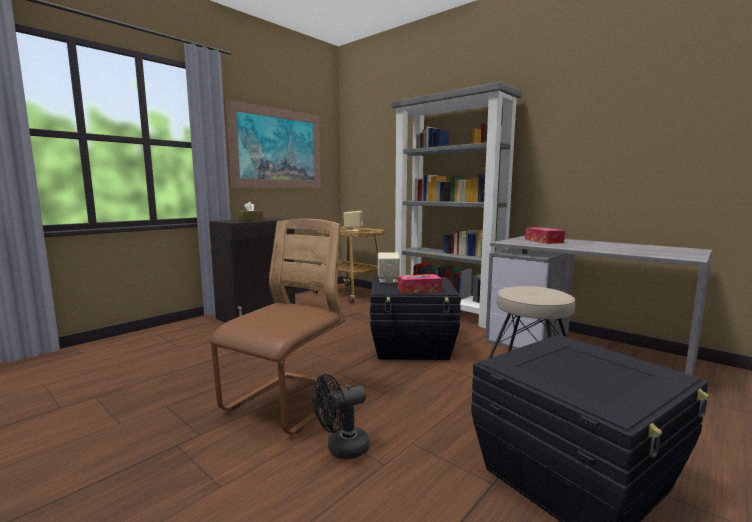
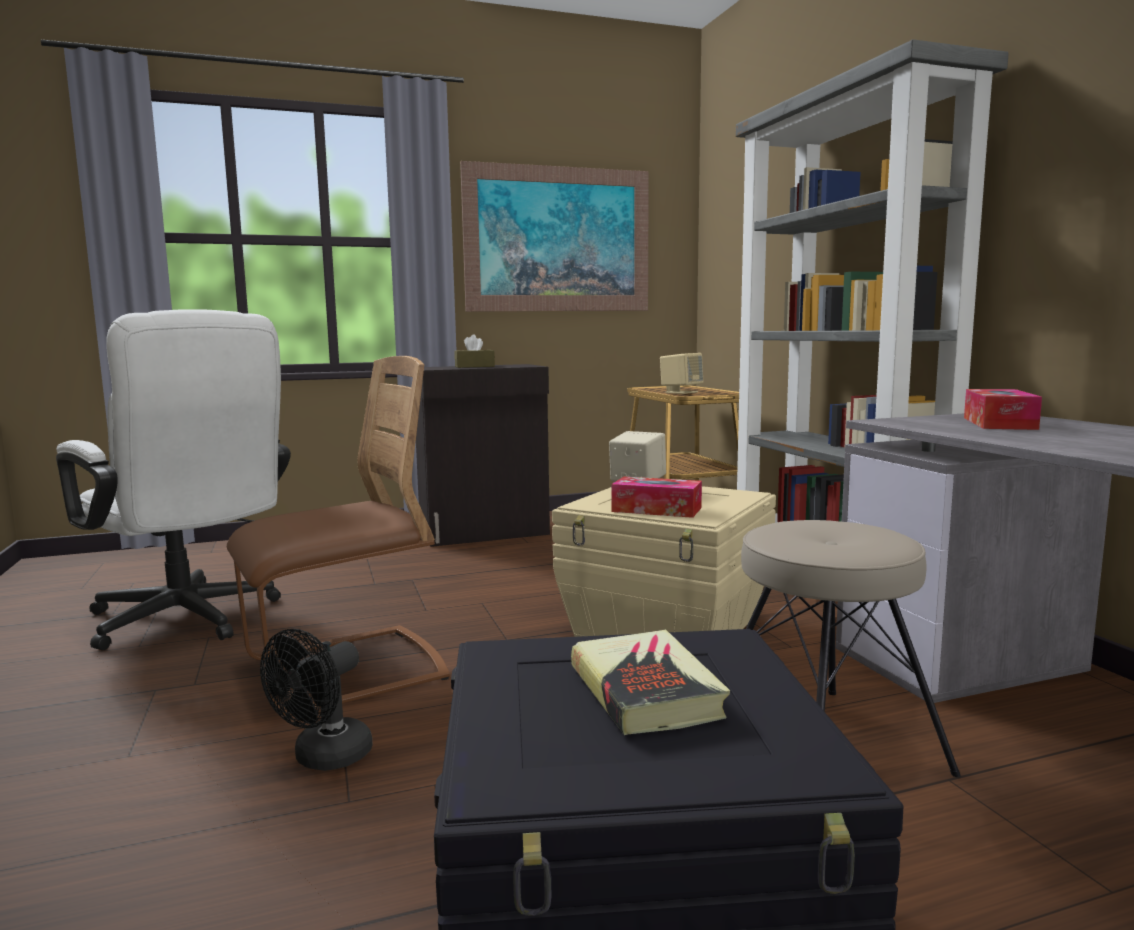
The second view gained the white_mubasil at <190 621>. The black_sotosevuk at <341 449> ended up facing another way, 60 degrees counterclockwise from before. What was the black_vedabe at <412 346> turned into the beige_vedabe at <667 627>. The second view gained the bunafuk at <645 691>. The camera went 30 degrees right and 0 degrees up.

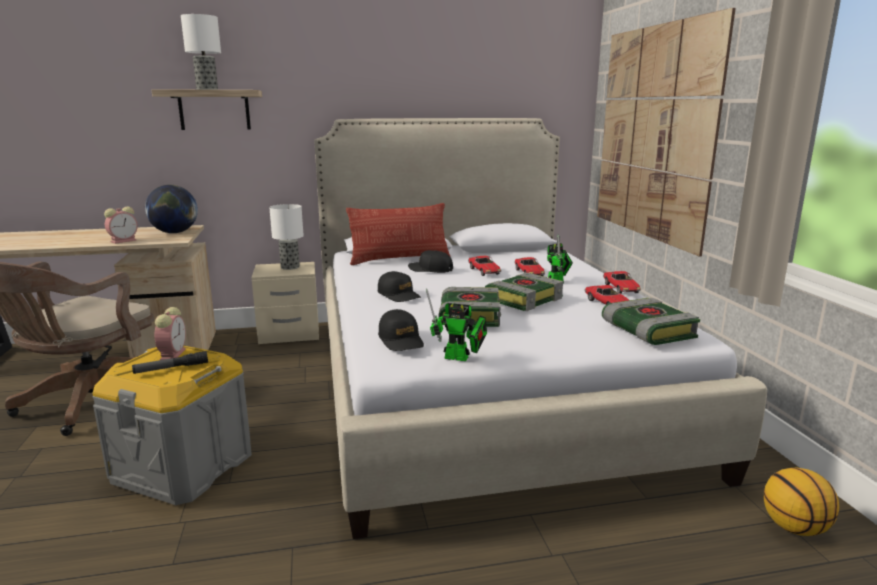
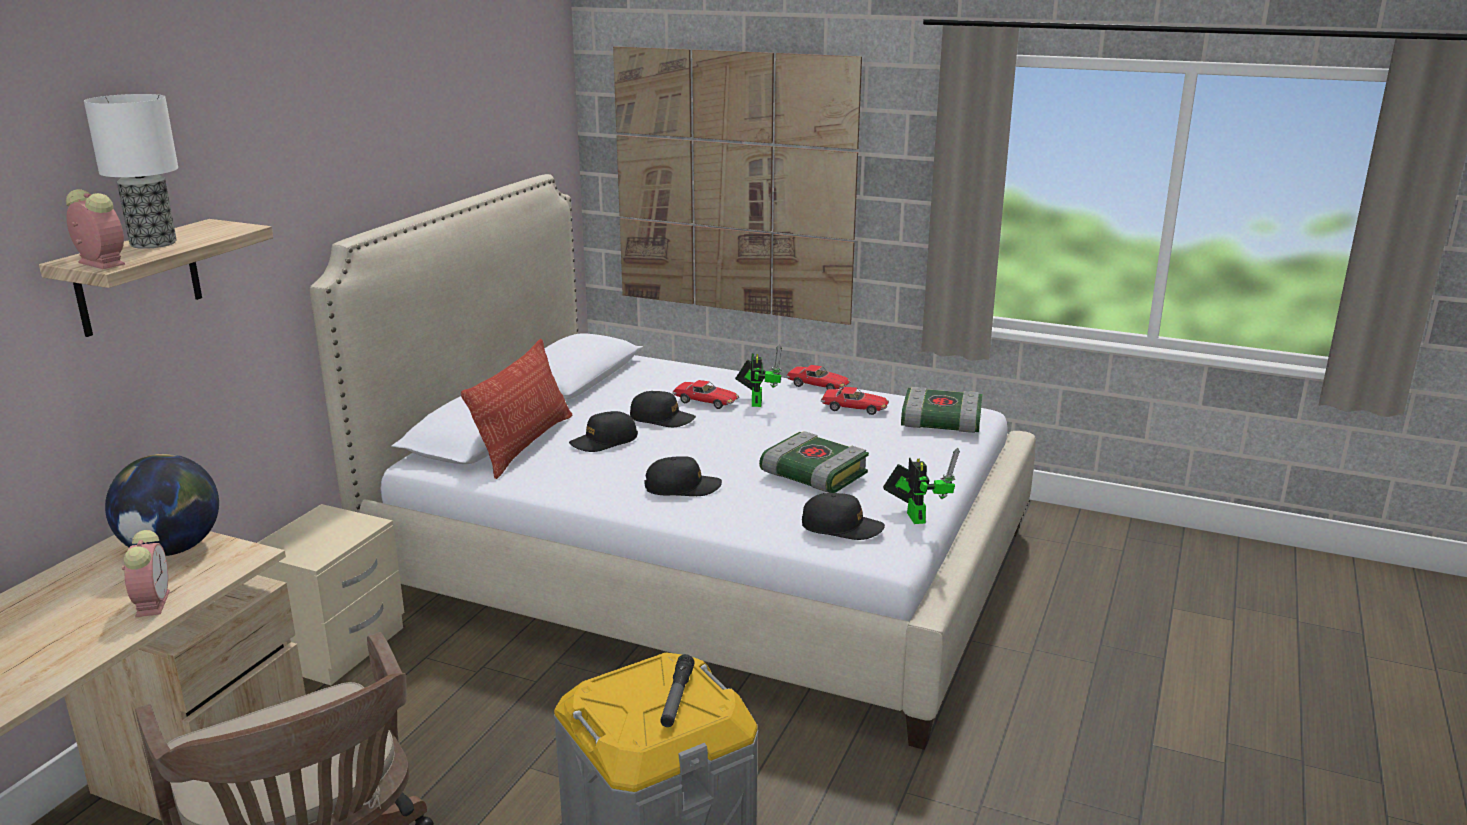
The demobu ended up elsewhere, having gone from <173 354> to <100 263>. Where the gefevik stood at <484 271>, the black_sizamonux came to stand at <662 419>. The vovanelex at <460 358> ended up facing another way, 60 degrees counterclockwise from before. The second view lost the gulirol at <289 267>. The second view lost the bunafuk at <523 299>. The second view lost the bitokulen at <794 528>. The camera went 55 degrees left and 5 degrees up.

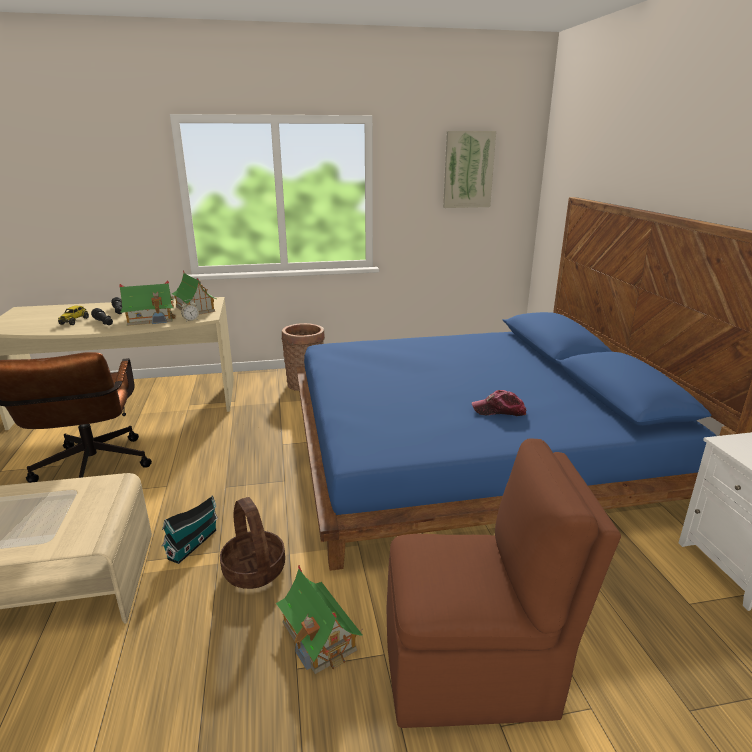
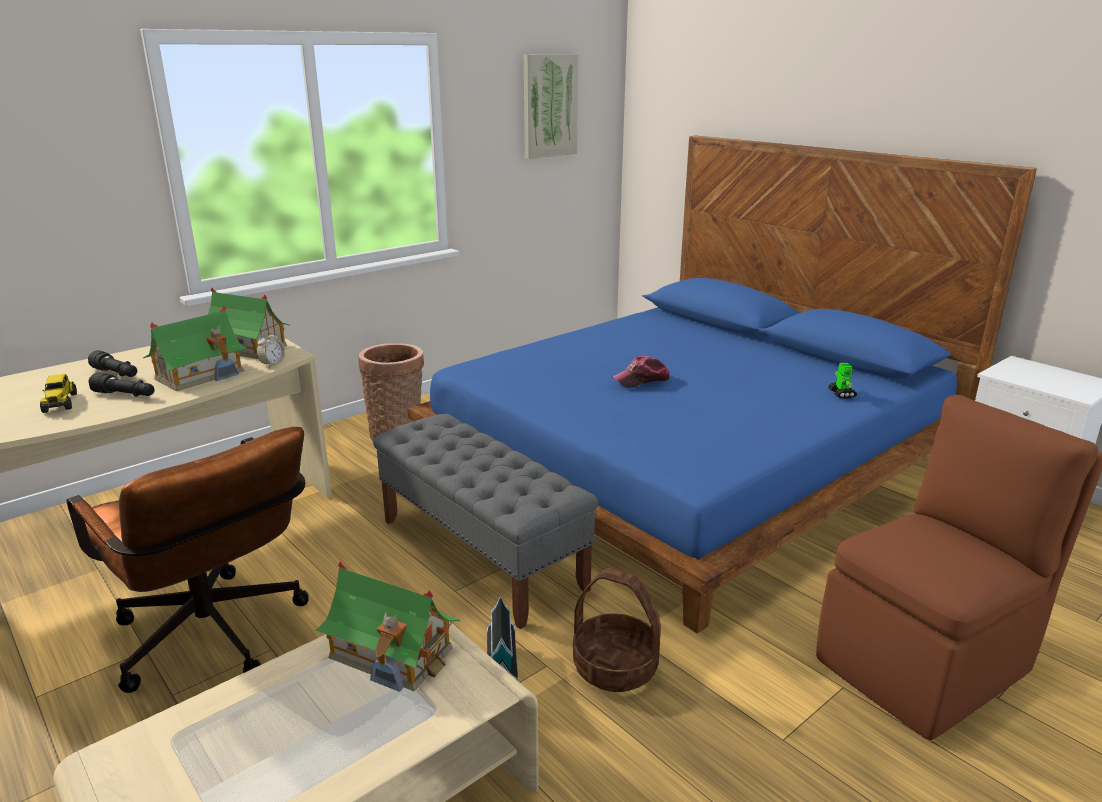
The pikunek ended up elsewhere, having gone from <319 636> to <392 653>. The second view gained the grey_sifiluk at <481 554>. The sizamonux ended up elsewhere, having gone from <499 410> to <641 380>. The second view gained the vovanelex at <841 394>. The camera went 30 degrees left and 0 degrees up.

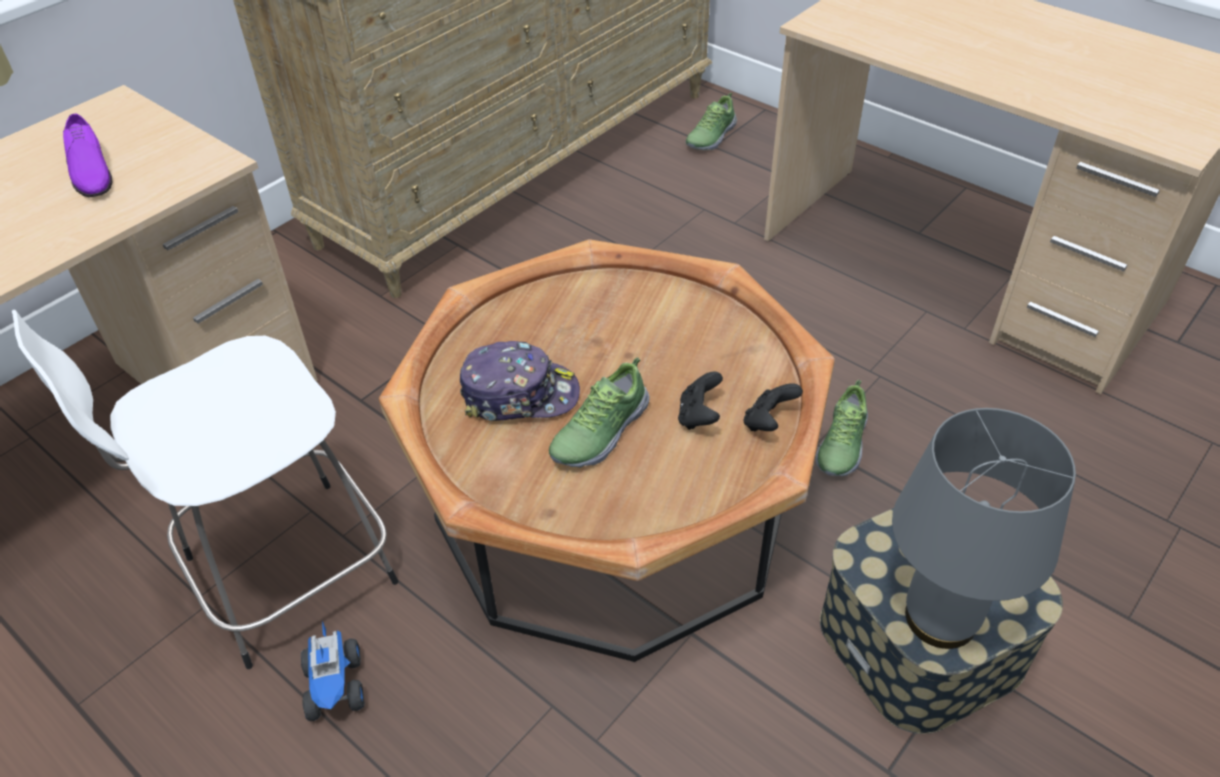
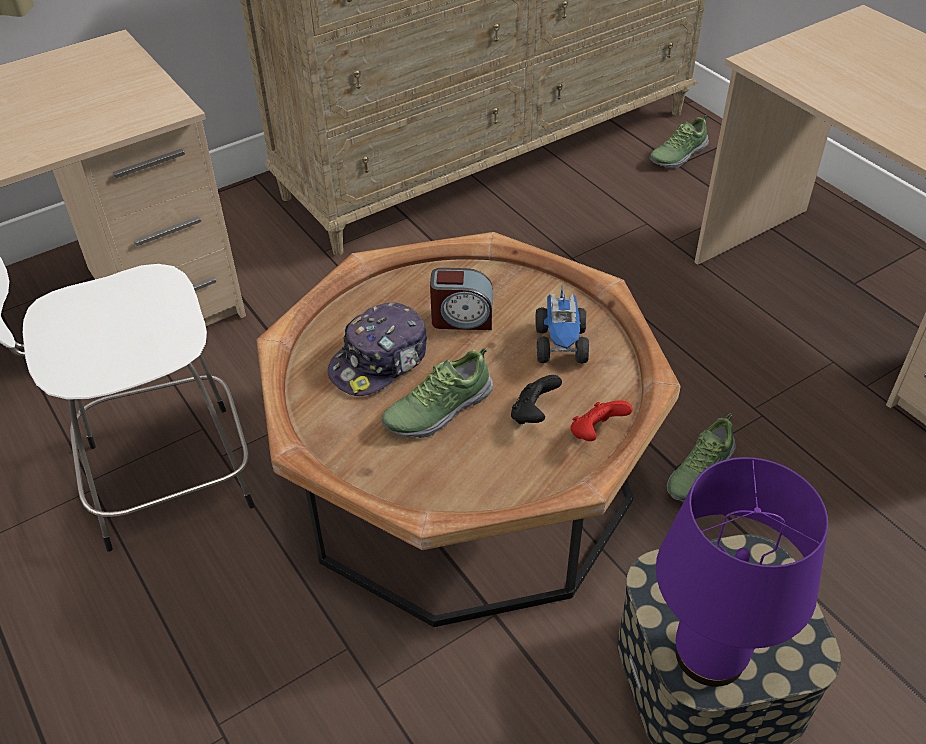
The sizamonux at <519 395> ended up facing another way, 120 degrees clockwise from before. The second view gained the demobu at <462 318>. The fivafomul ended up elsewhere, having gone from <336 687> to <561 345>. What was the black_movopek at <768 422> turned into the red_movopek at <596 433>. What was the grey_gulirol at <942 618> turned into the purple_gulirol at <711 655>. The second view lost the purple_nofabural at <90 171>. The camera went 15 degrees right and 0 degrees up.

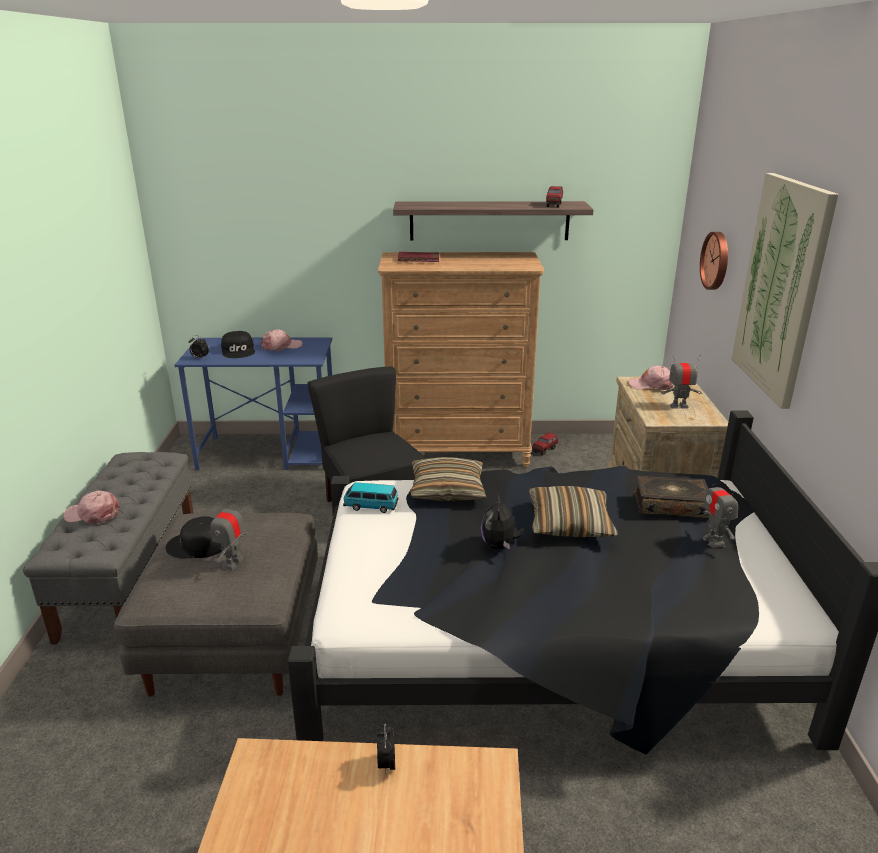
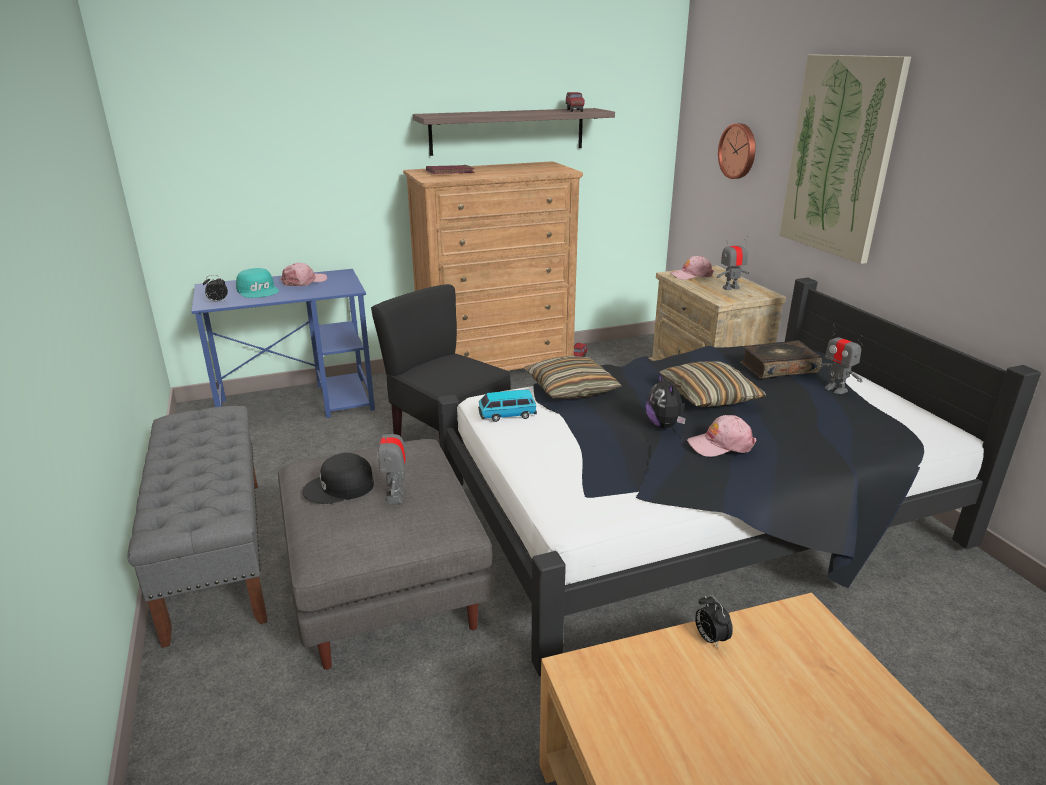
What was the black_sizamonux at <239 351> turned into the turquoise_sizamonux at <258 290>. The pink_sizamonux ended up elsewhere, having gone from <93 514> to <720 445>. The camera went 20 degrees left and 0 degrees up.

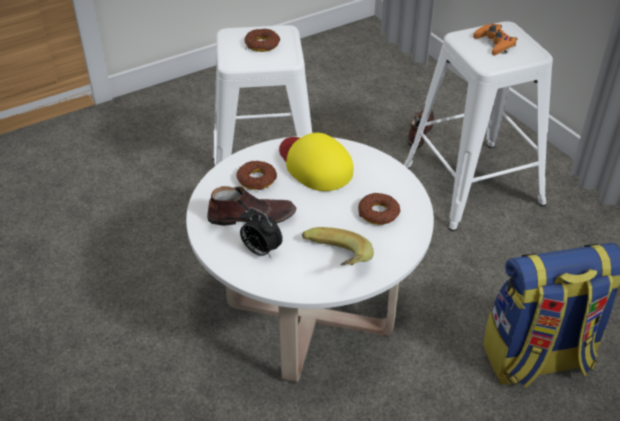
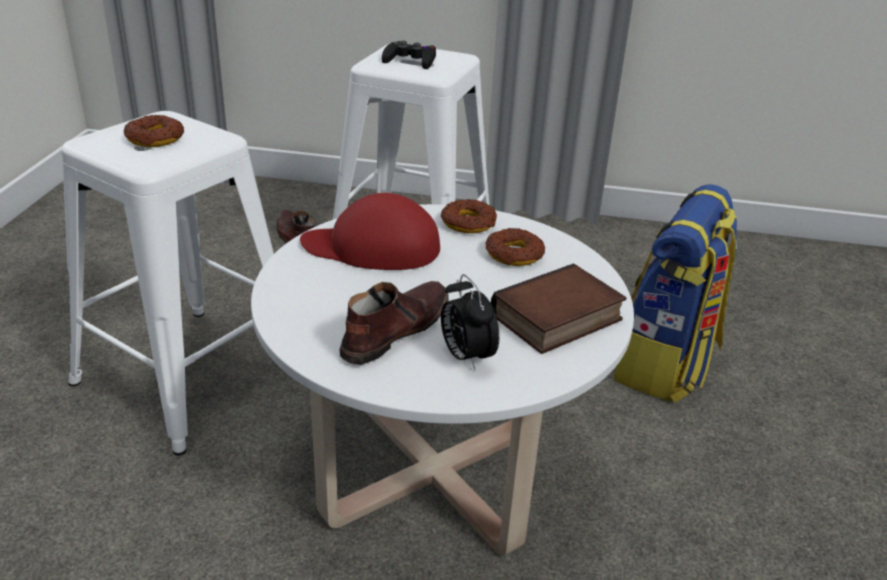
What was the yellow_sizamonux at <314 165> turned into the red_sizamonux at <373 247>. What was the orange_movopek at <494 43> turned into the black_movopek at <410 61>. The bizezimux ended up elsewhere, having gone from <257 179> to <468 223>. The demobu at <260 251> ended up facing another way, 75 degrees clockwise from before. Where the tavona stood at <334 263>, the bunafuk came to stand at <557 320>. The camera went 50 degrees left and 10 degrees down.

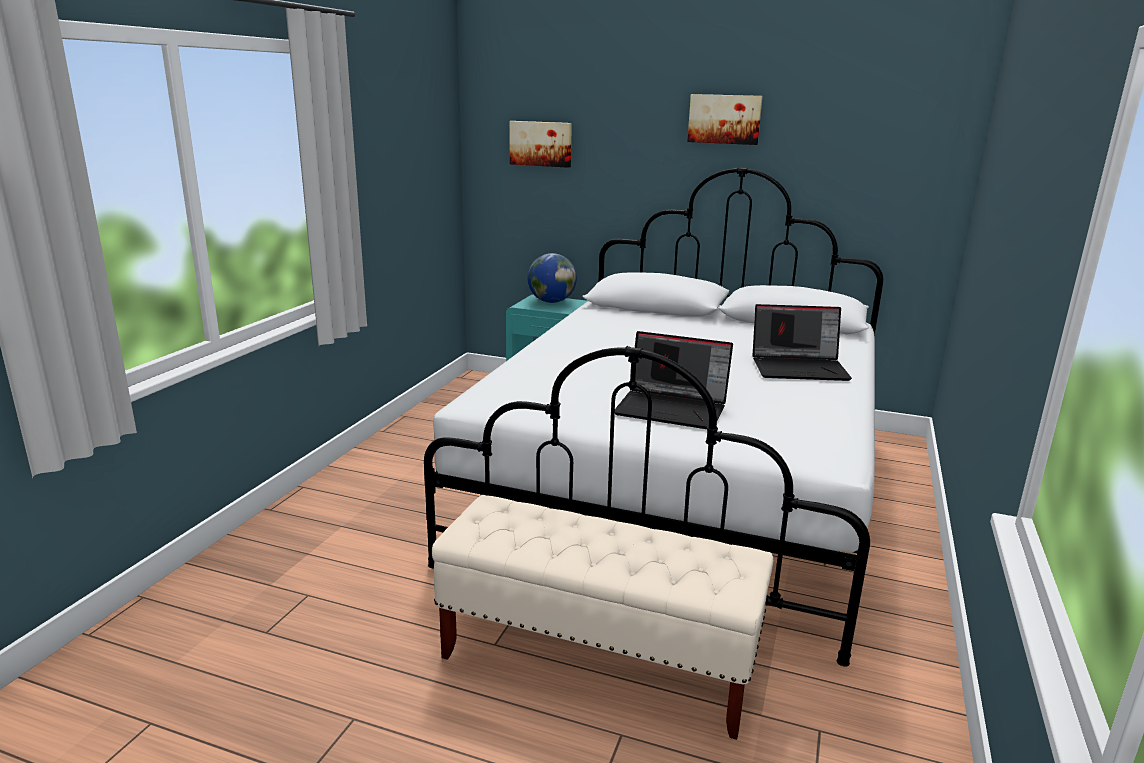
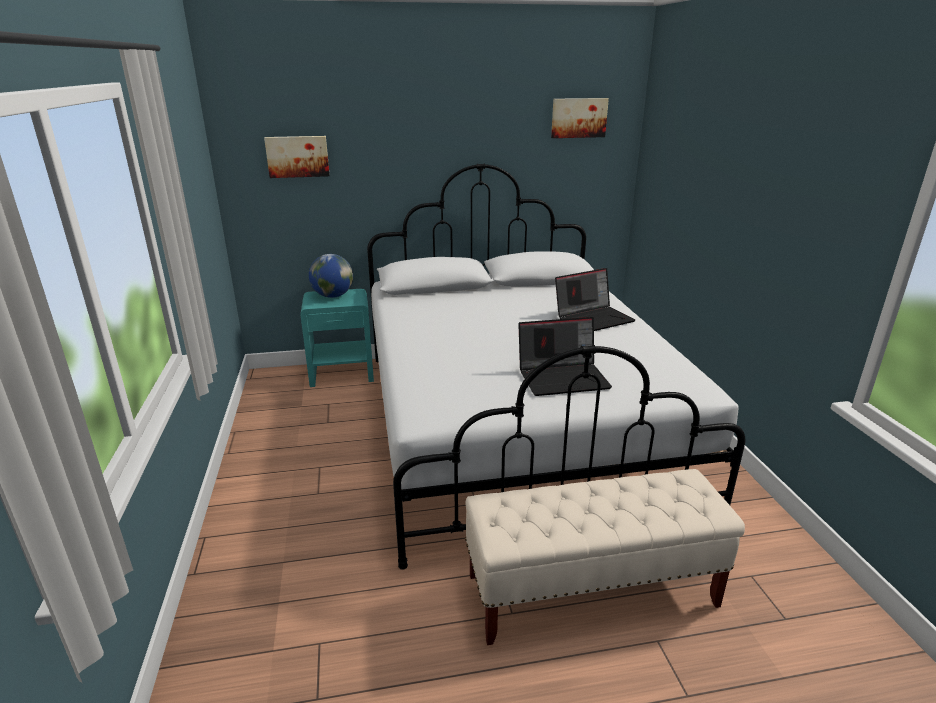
The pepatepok ended up elsewhere, having gone from <724 119> to <578 118>. The camera went 30 degrees left and 5 degrees up.

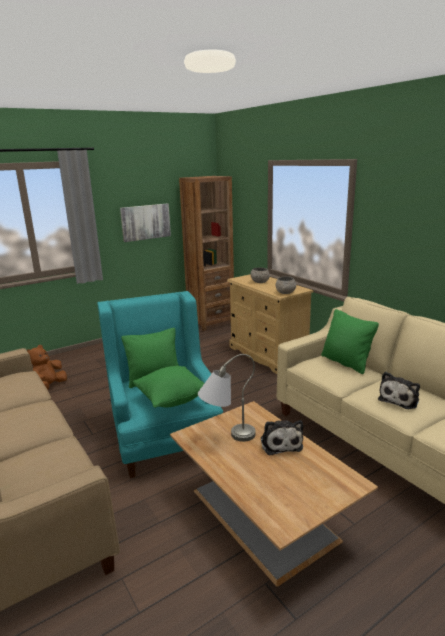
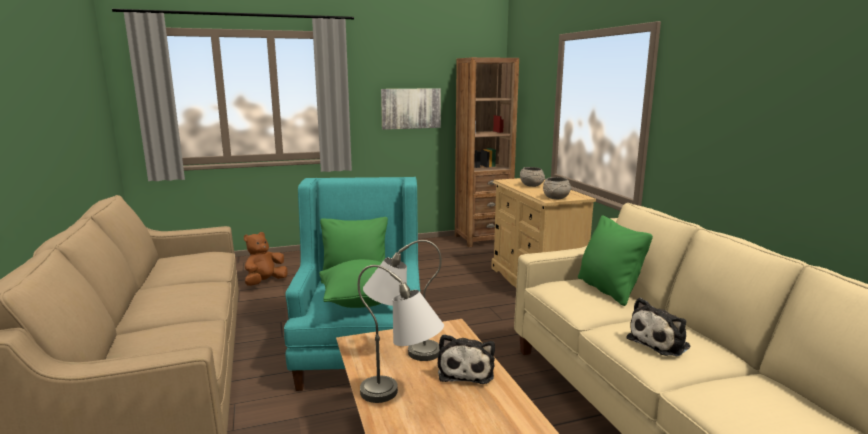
The second view gained the grey_gulirol at <402 397>. The camera went 15 degrees right and 5 degrees down.

